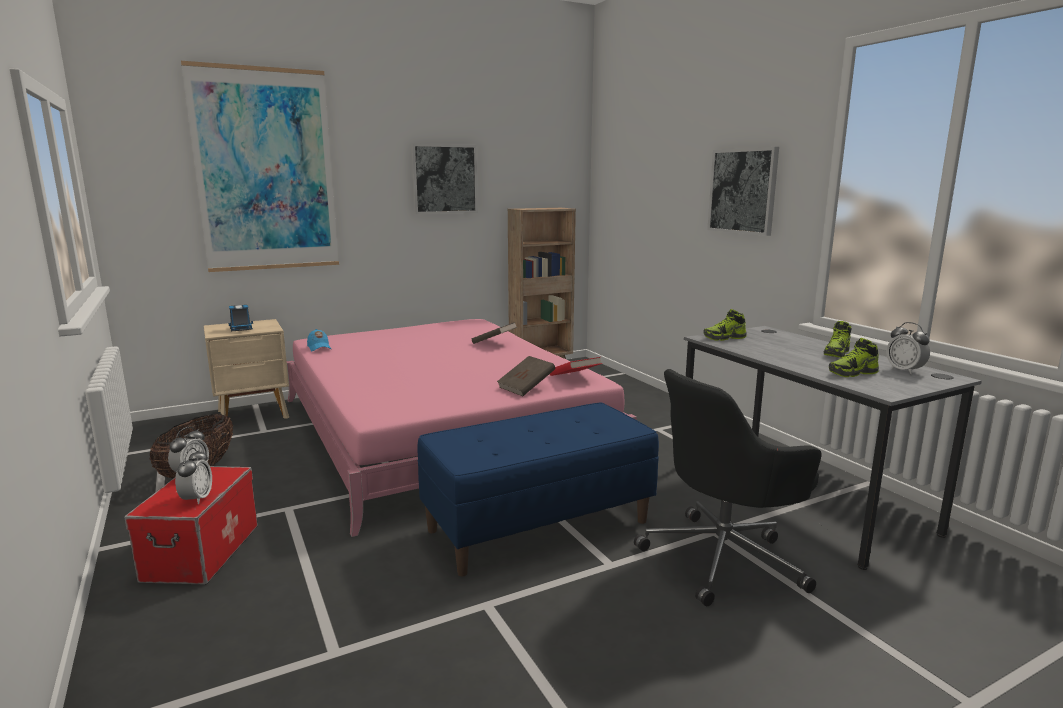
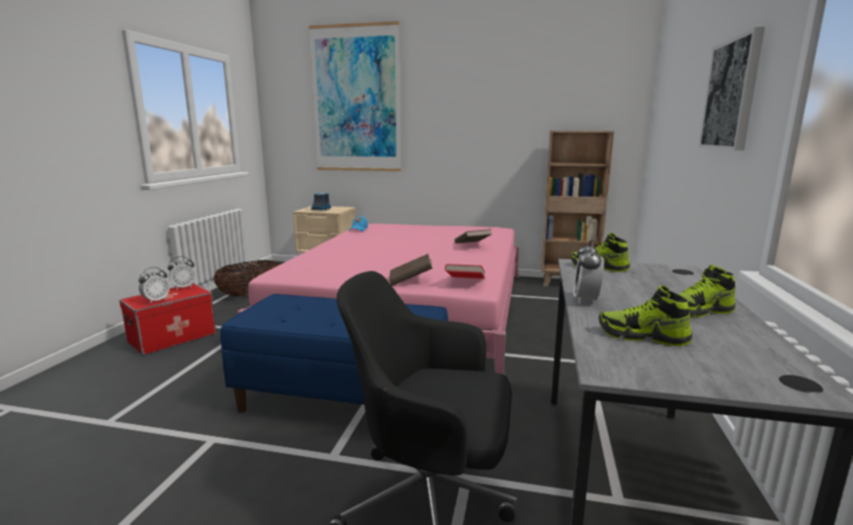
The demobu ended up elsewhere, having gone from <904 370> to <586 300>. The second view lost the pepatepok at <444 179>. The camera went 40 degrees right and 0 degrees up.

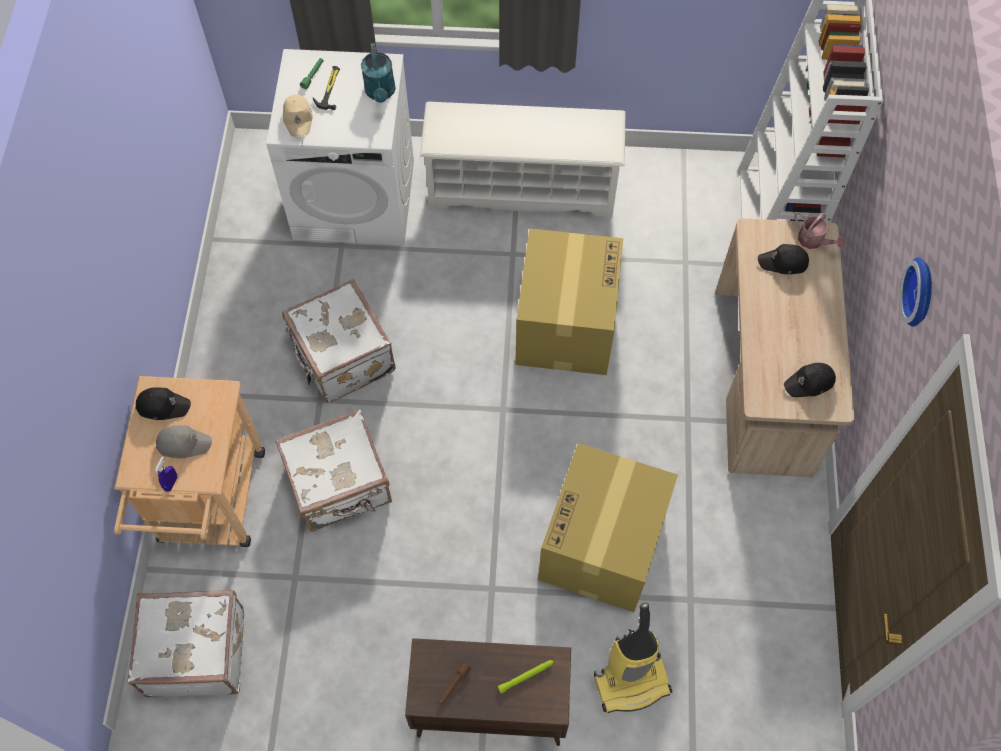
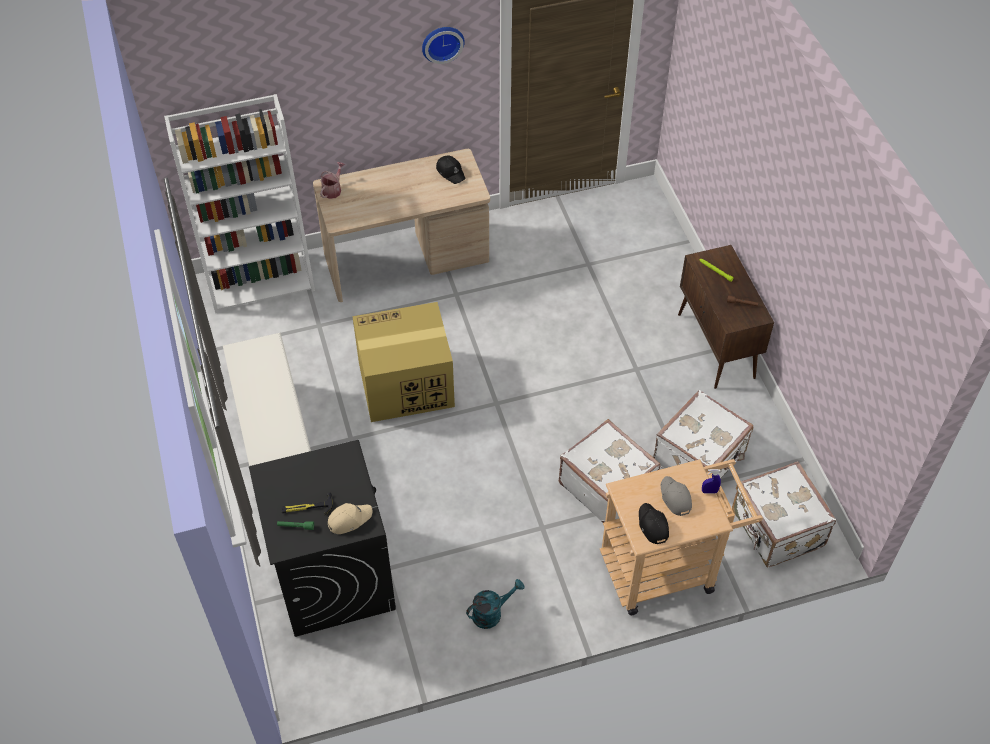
What was the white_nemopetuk at <355 199> turned into the black_nemopetuk at <333 575>. The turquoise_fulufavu ended up elsewhere, having gone from <381 93> to <492 613>. The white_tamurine ended up elsewhere, having gone from <342 358> to <700 458>. The second view lost the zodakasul at <602 547>. The second view lost the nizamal at <632 682>. The second view lost the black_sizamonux at <783 263>. The camera went 110 degrees left and 10 degrees down.

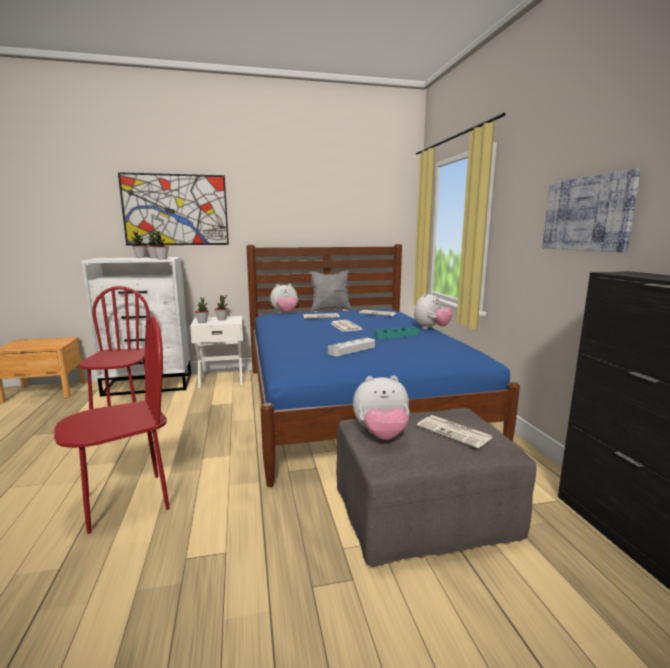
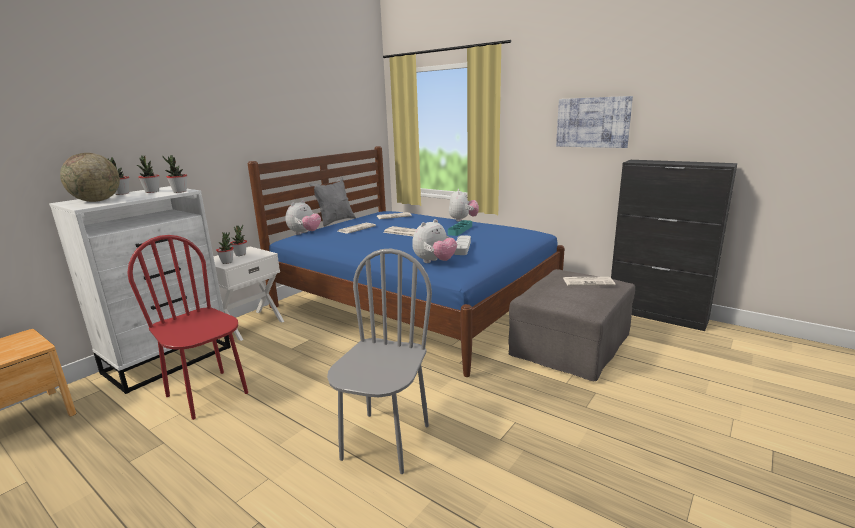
The second view gained the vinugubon at <97 201>. What was the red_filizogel at <126 502> turned into the grey_filizogel at <385 441>. The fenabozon ended up elsewhere, having gone from <381 435> to <434 262>. The second view lost the pepatepok at <175 210>. The camera went 40 degrees left and 5 degrees up.

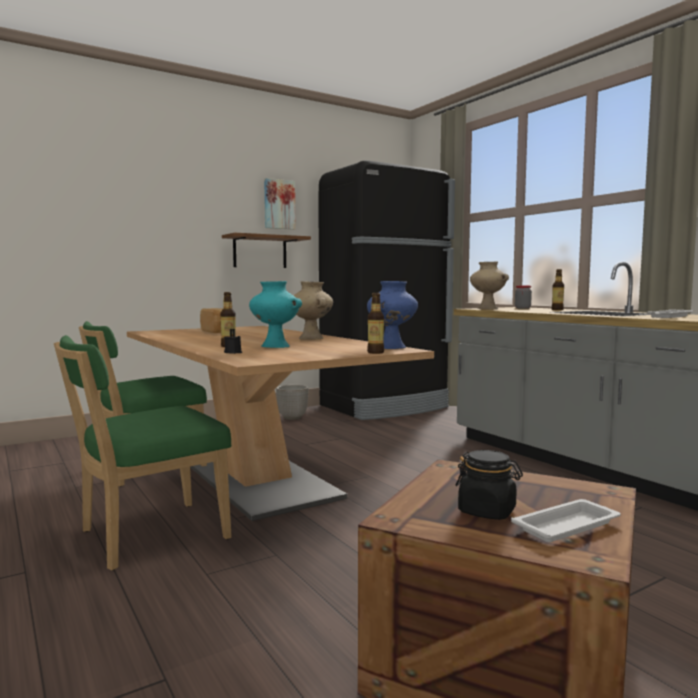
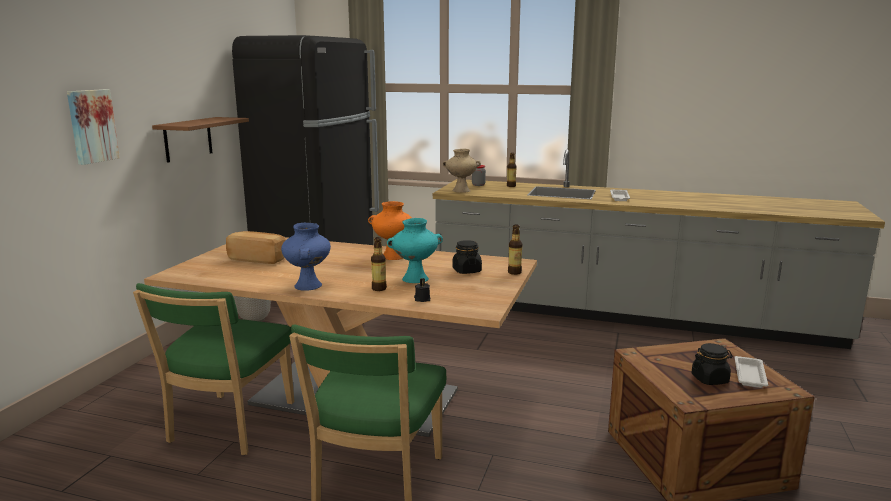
The pepatepok ended up elsewhere, having gone from <279 204> to <91 126>. The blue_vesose ended up elsewhere, having gone from <392 347> to <309 286>. What was the beige_vesose at <312 338> turned into the orange_vesose at <394 256>. The second view gained the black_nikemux at <466 271>. The camera went 40 degrees left and 10 degrees up.

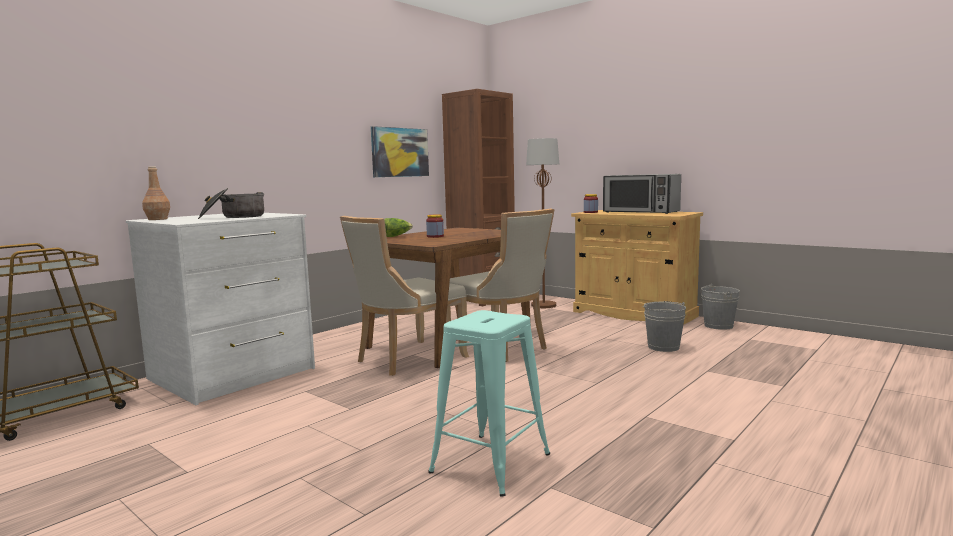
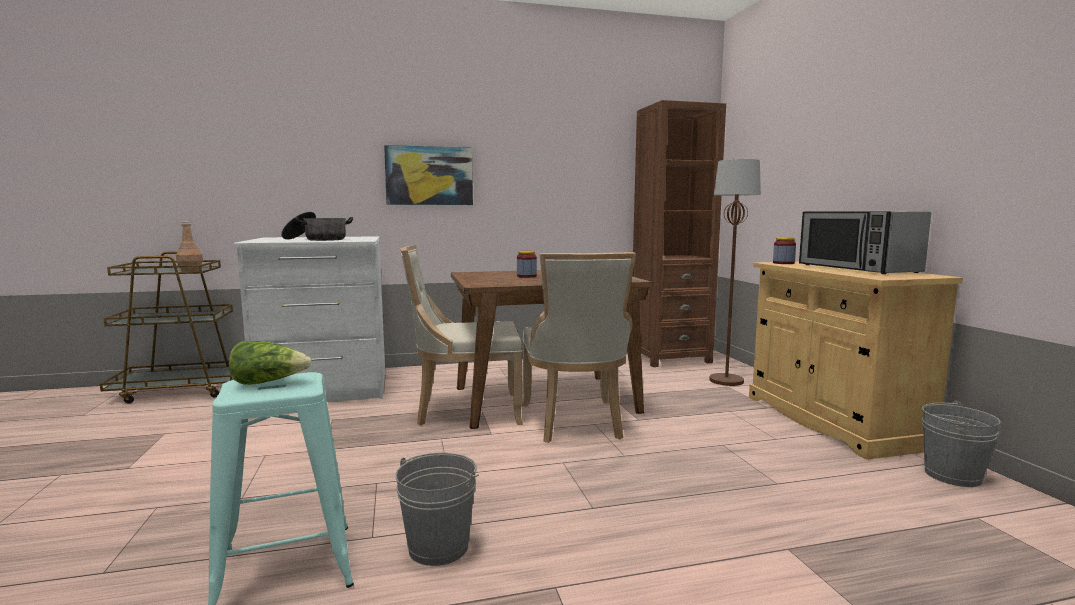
The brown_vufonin ended up elsewhere, having gone from <158 219> to <191 270>. The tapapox ended up elsewhere, having gone from <396 236> to <269 382>. The pepatepok ended up elsewhere, having gone from <399 152> to <429 176>. The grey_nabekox ended up elsewhere, having gone from <663 347> to <439 547>. The camera went 35 degrees right and 0 degrees up.

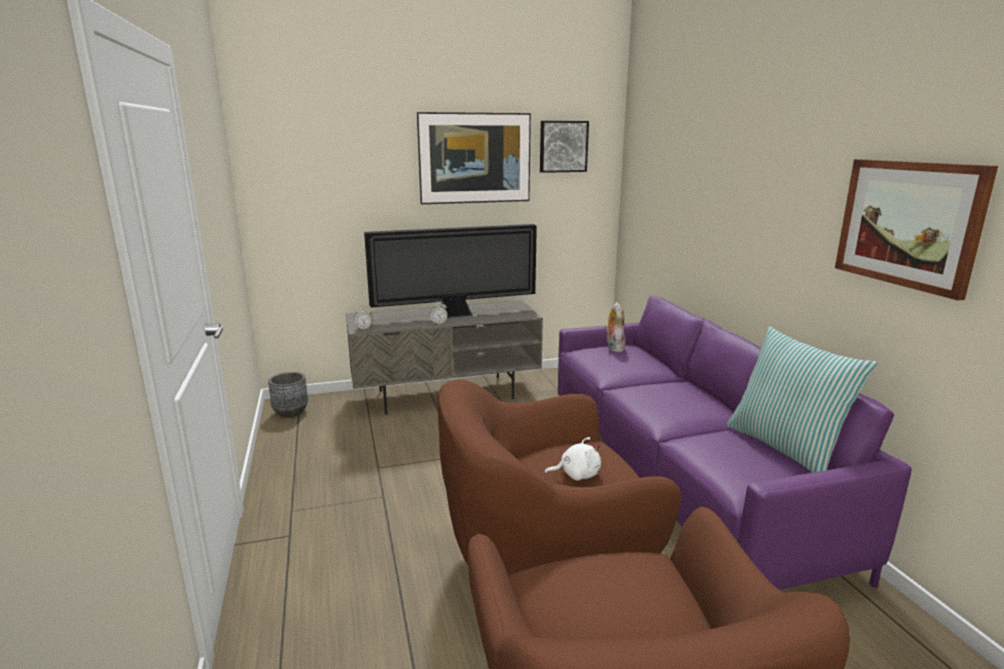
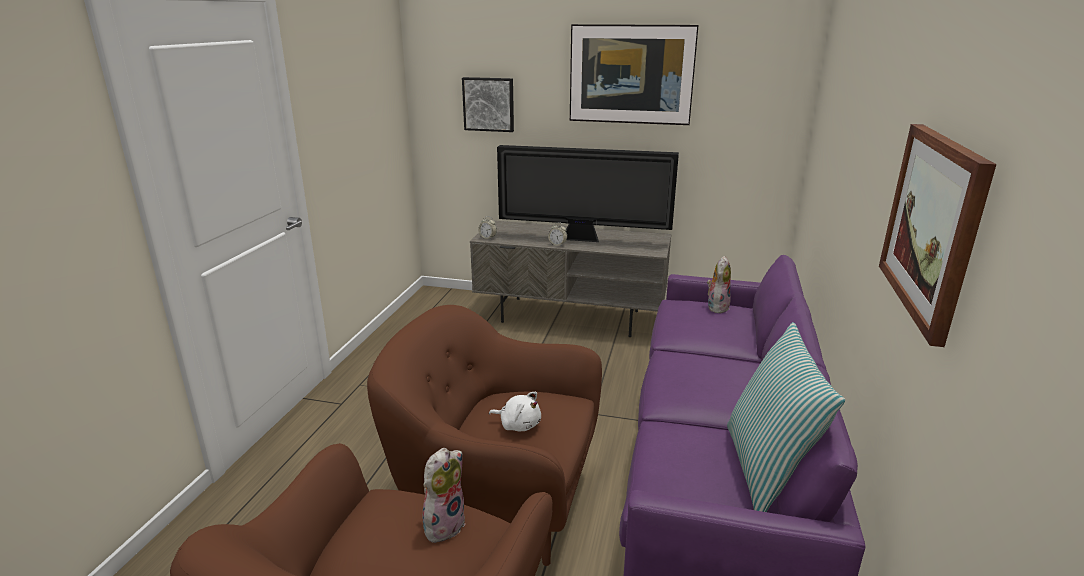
The second view gained the fenabozon at <444 524>. The pepatepok ended up elsewhere, having gone from <563 146> to <489 104>. The second view lost the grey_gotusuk at <291 412>. The camera went 30 degrees right and 5 degrees up.

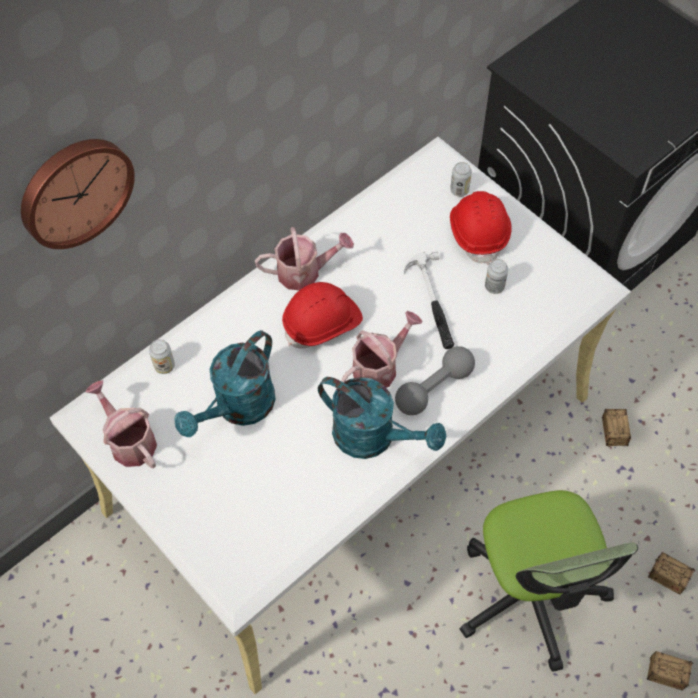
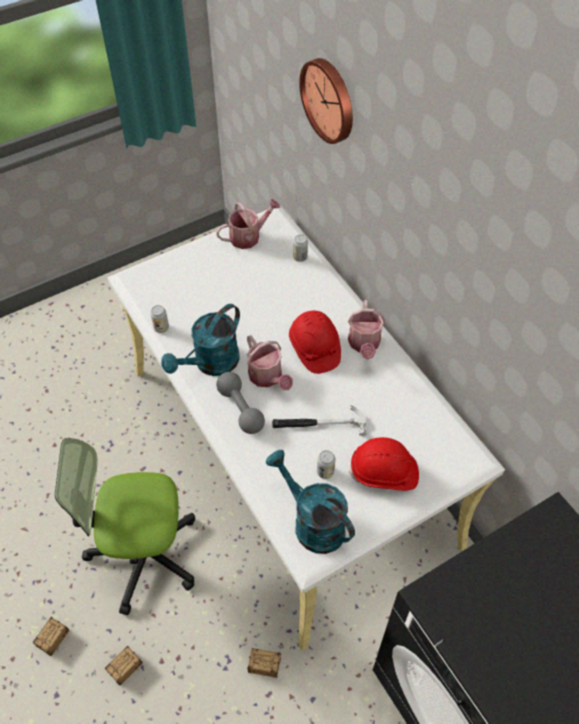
The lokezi ended up elsewhere, having gone from <459 190> to <161 328>. The turquoise_fulufavu ended up elsewhere, having gone from <238 408> to <312 522>. The camera went 100 degrees right and 5 degrees down.

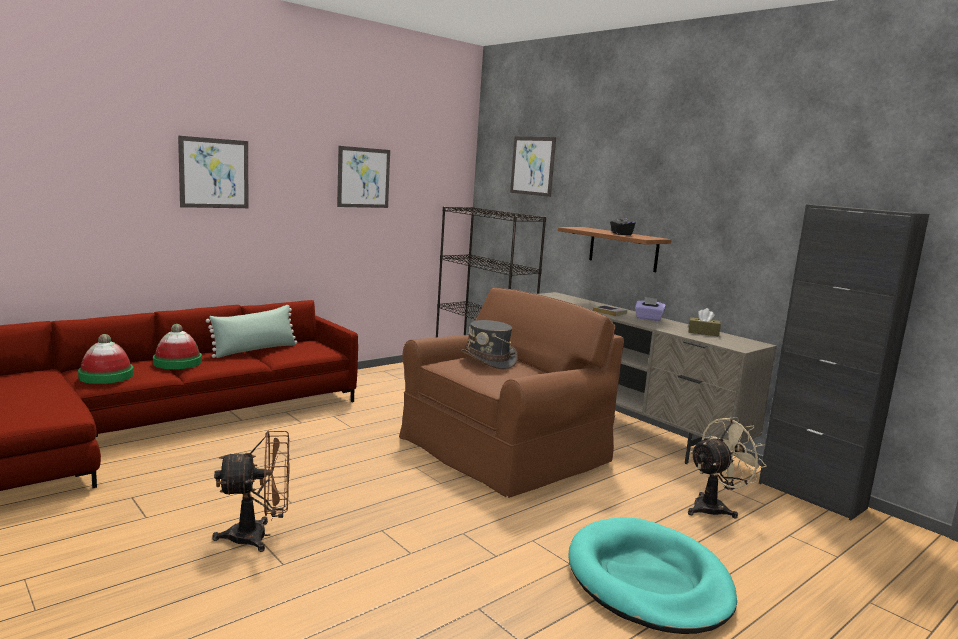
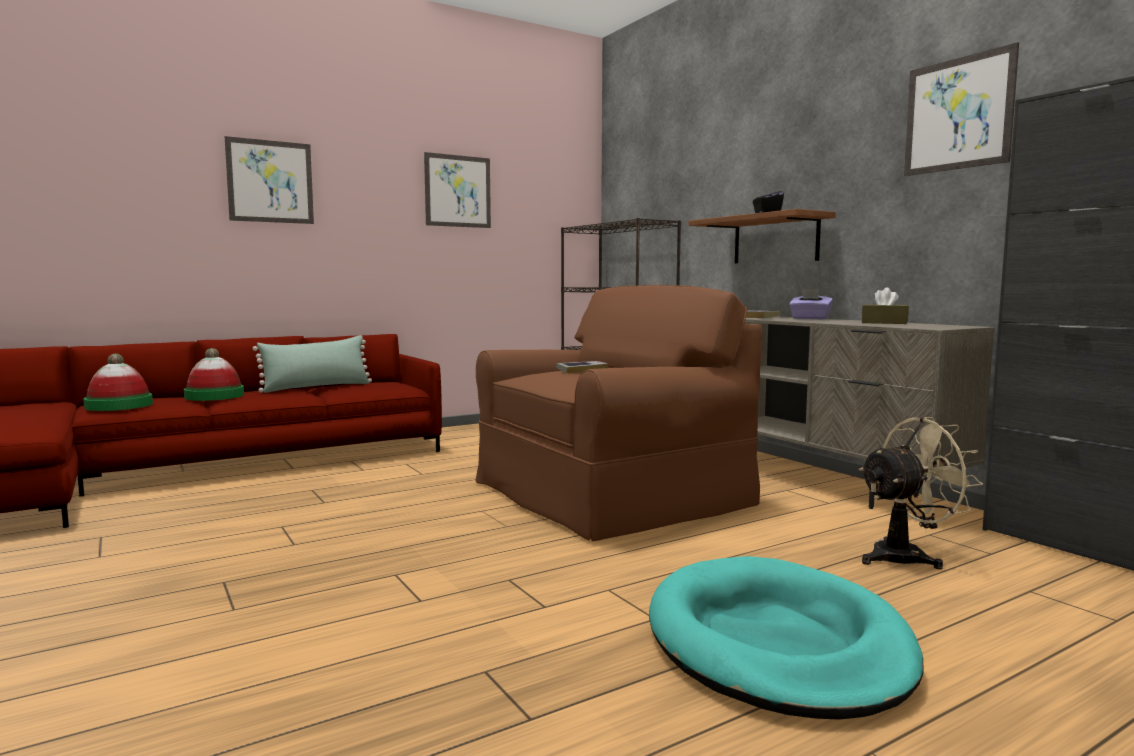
Where the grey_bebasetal stood at <489 360>, the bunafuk came to stand at <581 371>. The pepatepok ended up elsewhere, having gone from <532 166> to <958 114>. The second view lost the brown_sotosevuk at <258 536>. The camera went 10 degrees right and 5 degrees down.

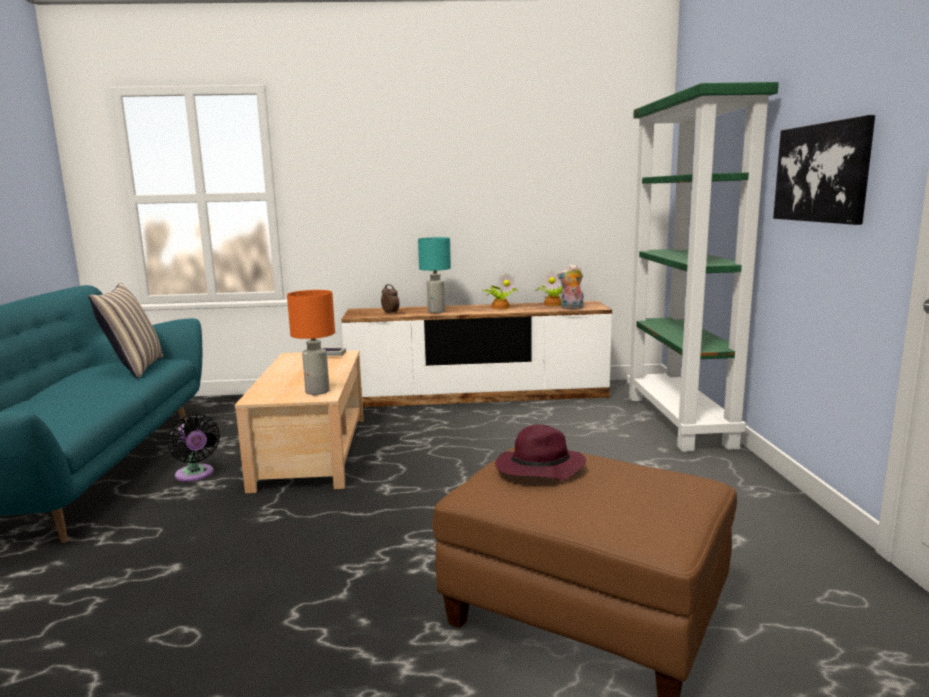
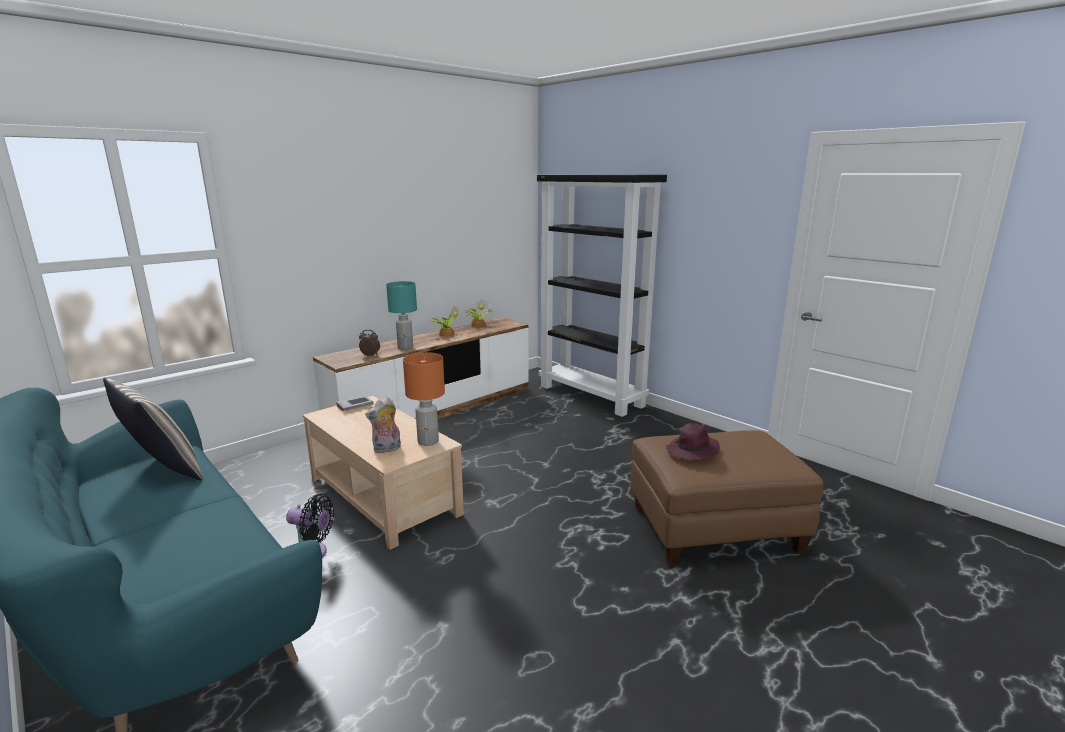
The fenabozon ended up elsewhere, having gone from <571 308> to <387 449>. What was the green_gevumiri at <680 421> turned into the black_gevumiri at <592 396>. The second view lost the pepatepok at <822 173>. The camera went 40 degrees left and 5 degrees up.

